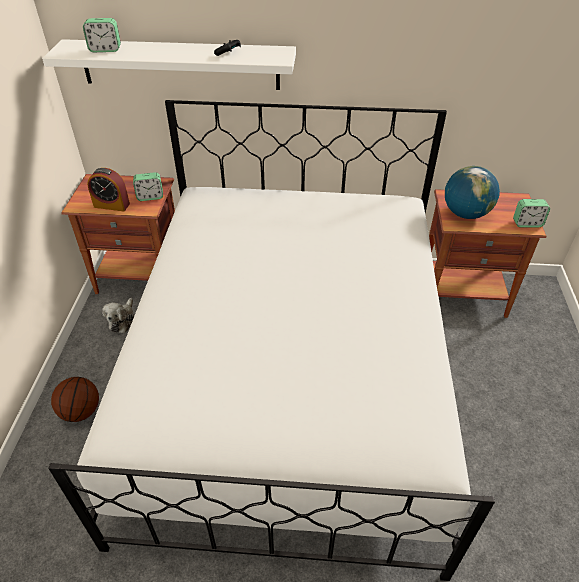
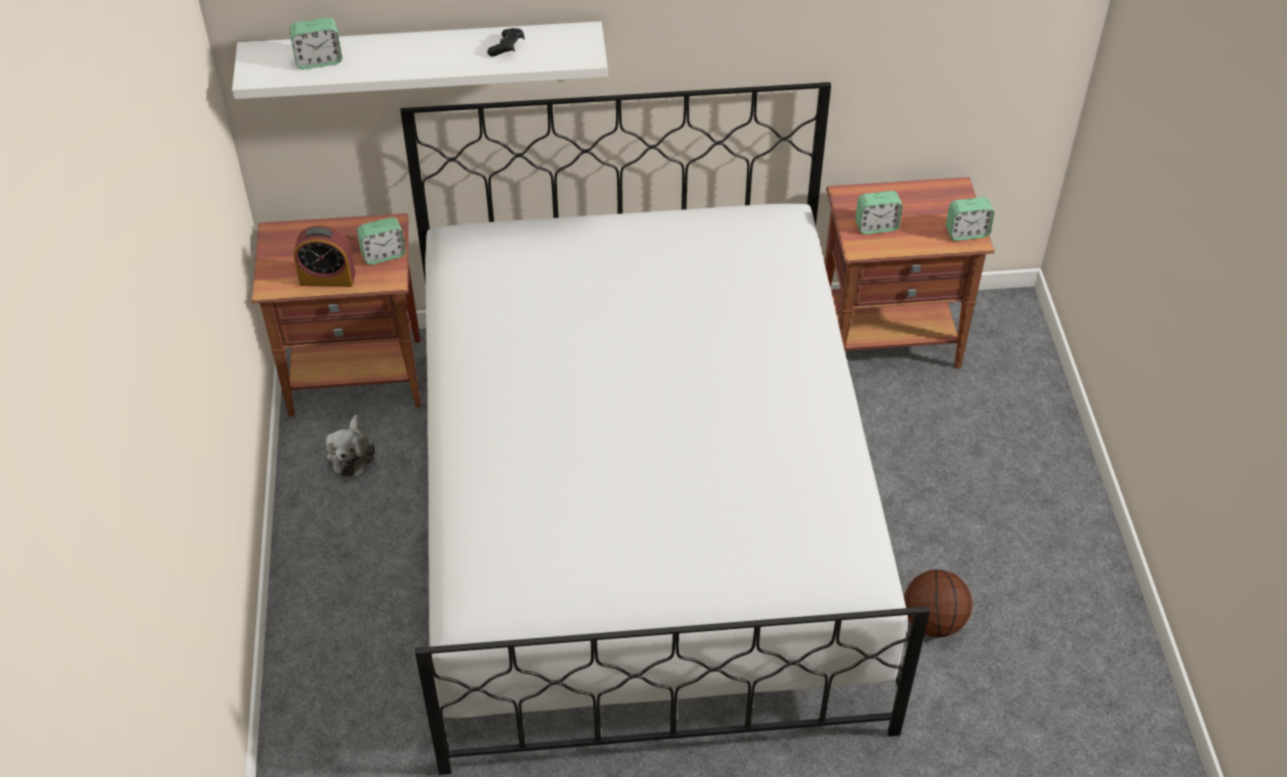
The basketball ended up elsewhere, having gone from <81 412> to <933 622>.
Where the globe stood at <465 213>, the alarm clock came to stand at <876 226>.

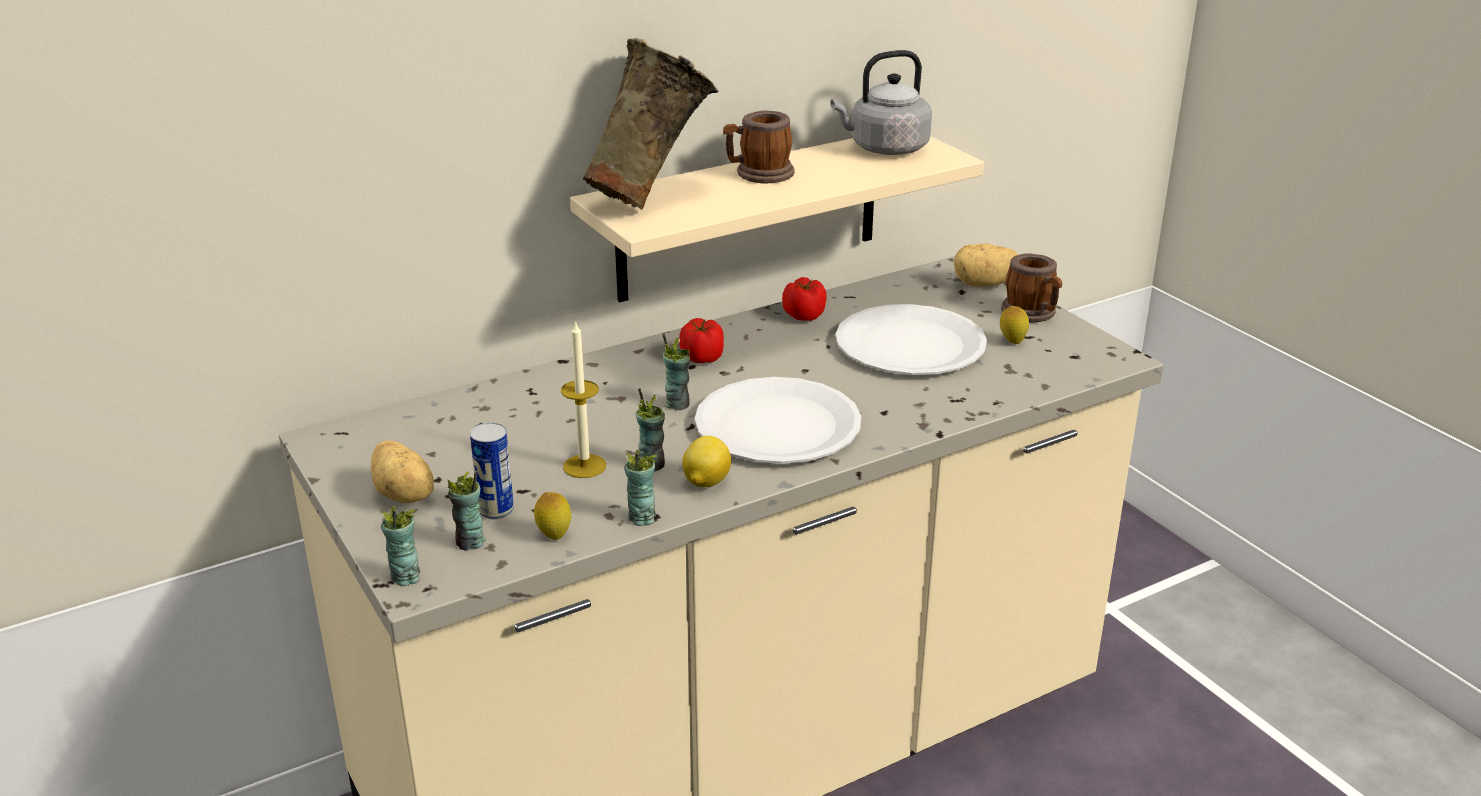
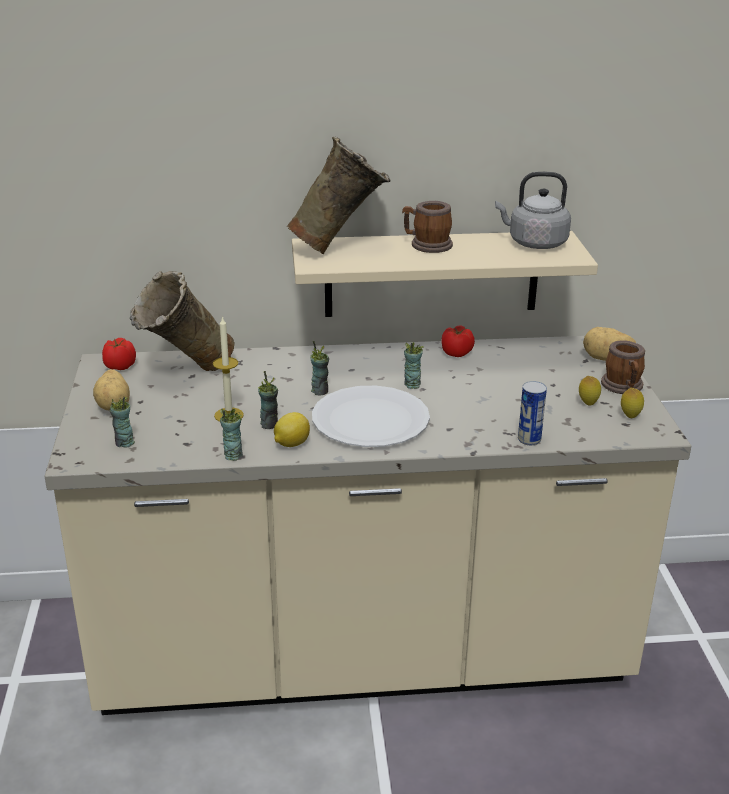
The cup ended up elsewhere, having gone from <405 577> to <412 384>.
The can ended up elsewhere, having gone from <496 510> to <529 439>.
The lemon ended up elsewhere, having gone from <554 536> to <630 416>.
The tomato ended up elsewhere, having gone from <701 358> to <119 366>.
The second view lost the plate/white at <909 344>.
The second view gained the vase/beige at <185 374>.

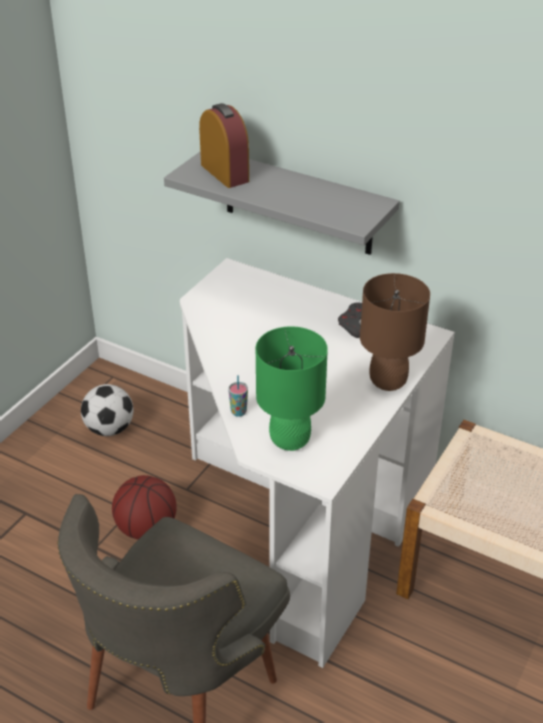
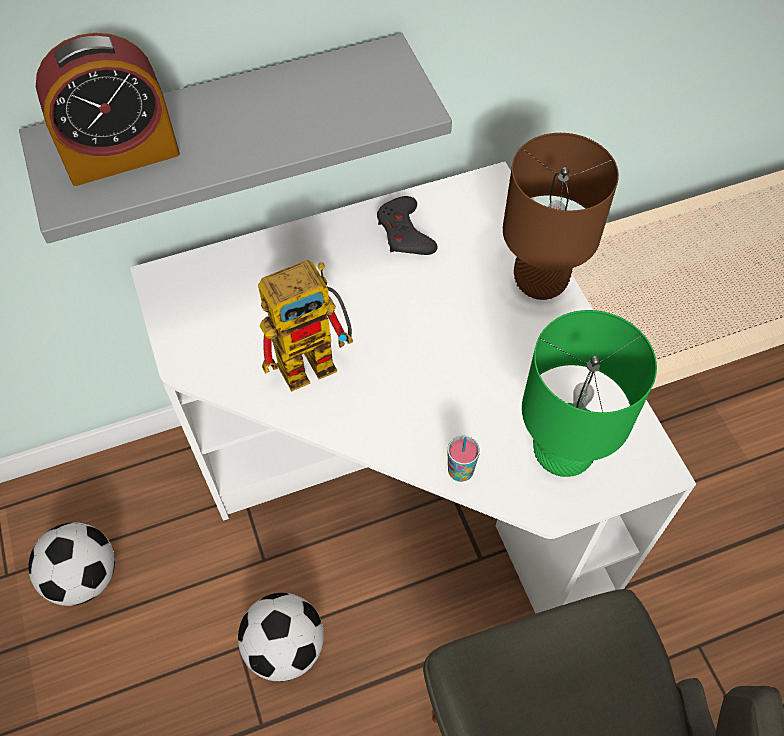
Where the basketball stood at <147 529>, the football came to stand at <285 647>.
The alarm clock at <224 173> ended up facing another way, 150 degrees clockwise from before.
The second view gained the toy robot at <316 357>.

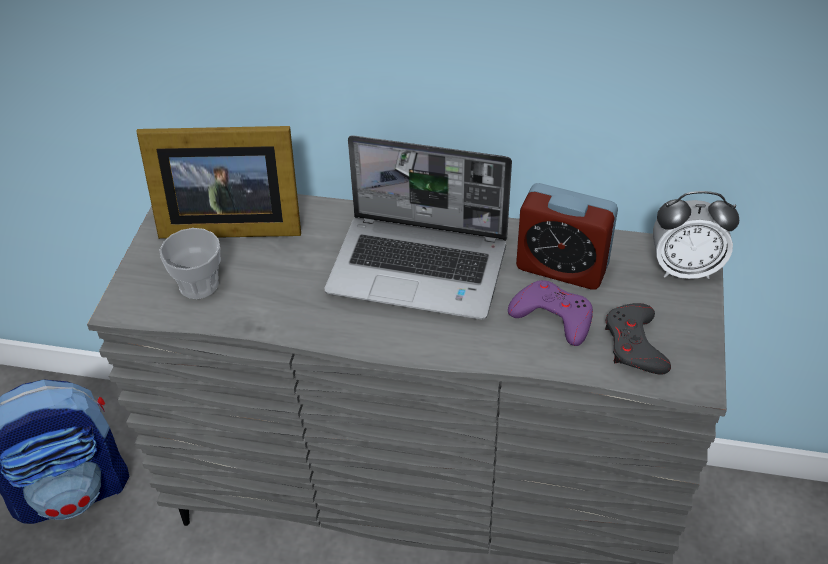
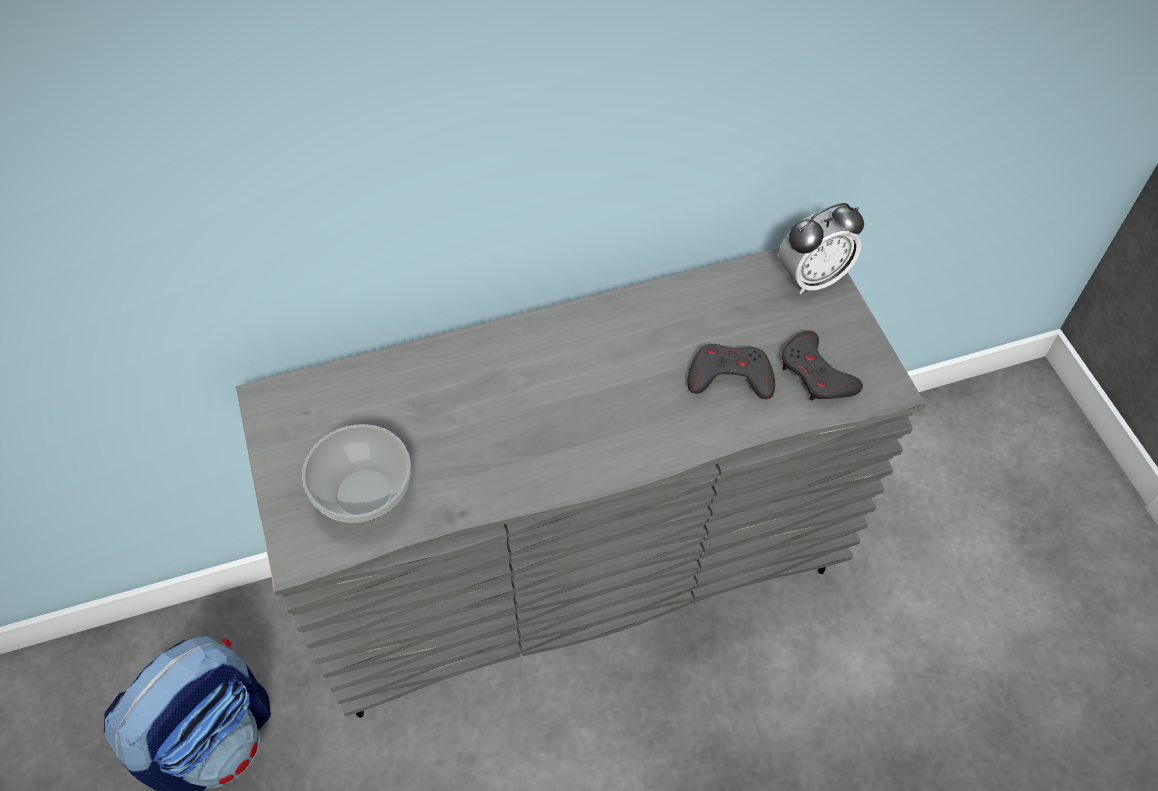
The second view lost the picture frame at <227 223>.
Where the cup stood at <199 284>, the bowl came to stand at <364 493>.
The second view lost the laptop at <420 268>.
What was the game controller/purple at <553 316> turned into the game controller/grey at <730 376>.
The second view lost the alarm clock at <562 267>.

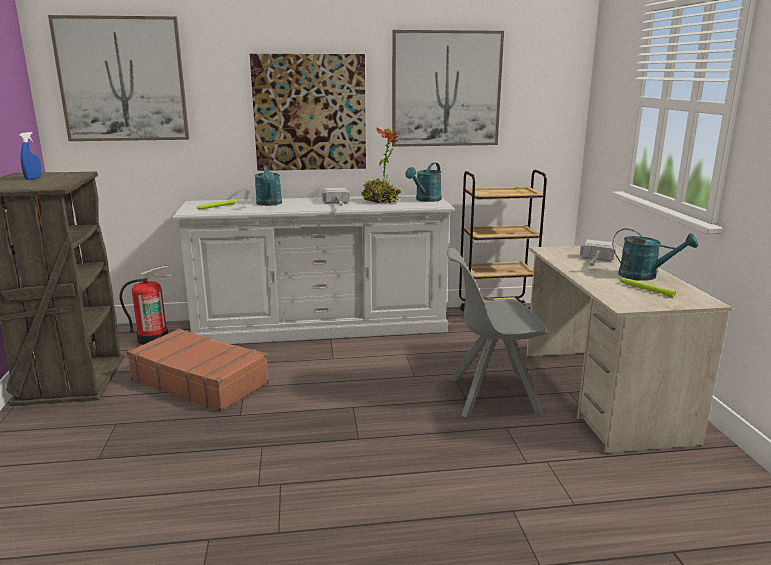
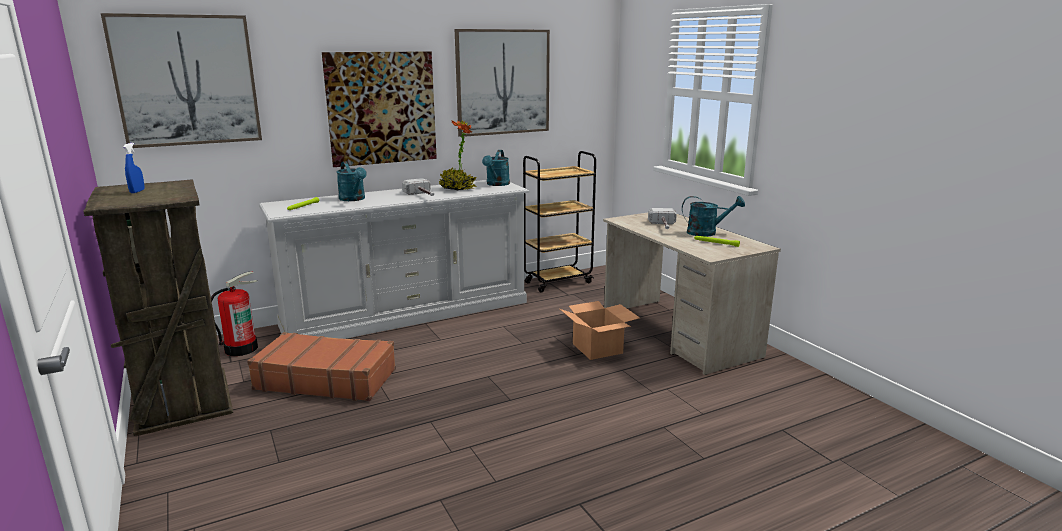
Where the chair/grey stood at <492 396>, the cardboard box came to stand at <596 348>.

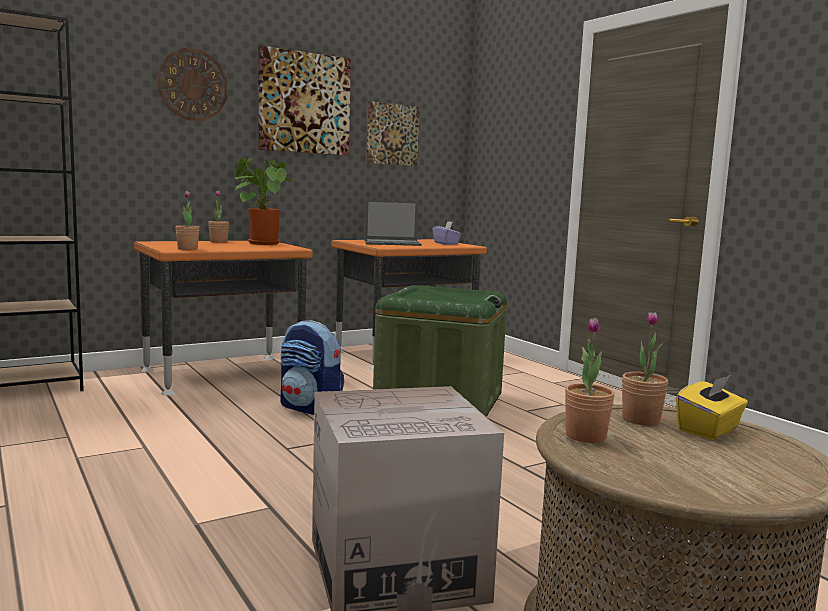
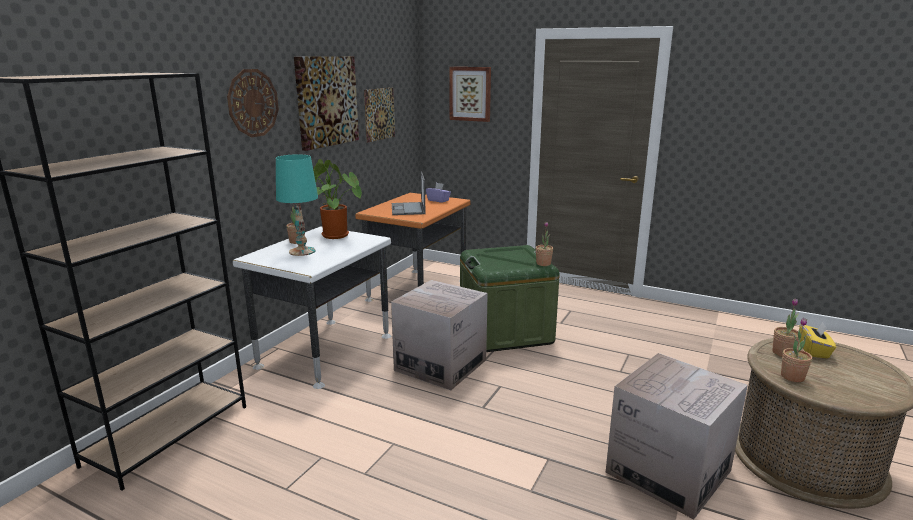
What was the desk/orange at <224 373> turned into the desk/white at <325 350>.
The potted plant ended up elsewhere, having gone from <187 249> to <543 264>.
Where the backpack stood at <311 408>, the cardboard box came to stand at <440 365>.
The laptop at <393 243> ended up facing another way, 120 degrees clockwise from before.
The second view gained the table lamp/turquoise at <302 251>.
The second view gained the picture at <470 94>.

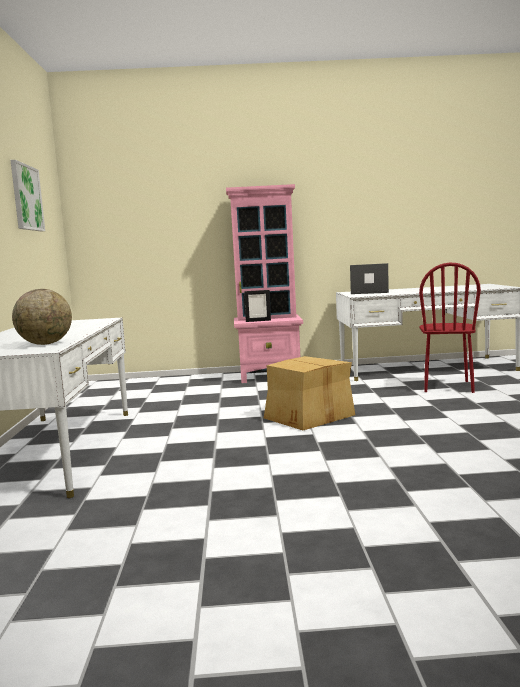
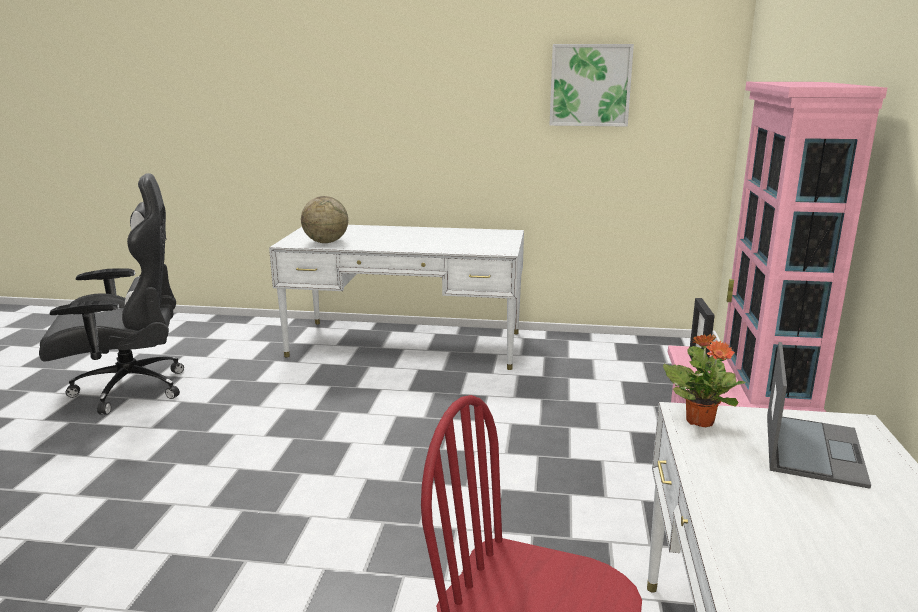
The second view lost the cardboard box at <308 416>.
The second view gained the office chair/black at <123 390>.
The second view gained the potted plant at <699 420>.

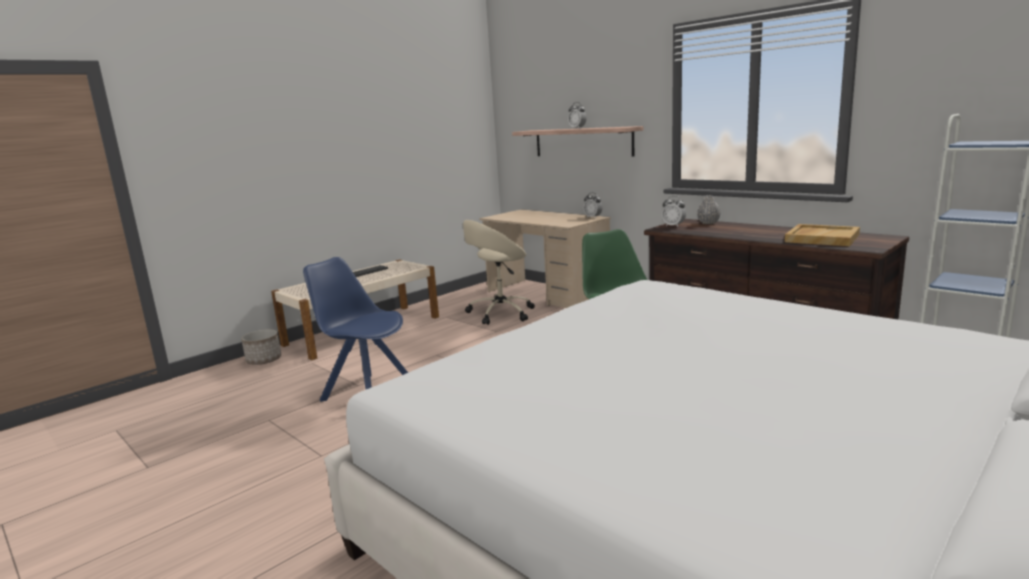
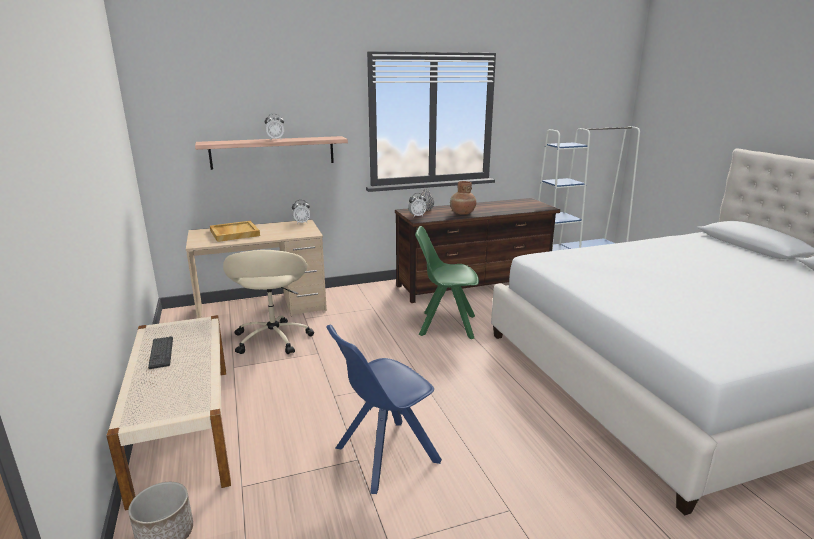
The tray/beige ended up elsewhere, having gone from <821 238> to <234 233>.
The second view gained the vase/brown at <462 213>.

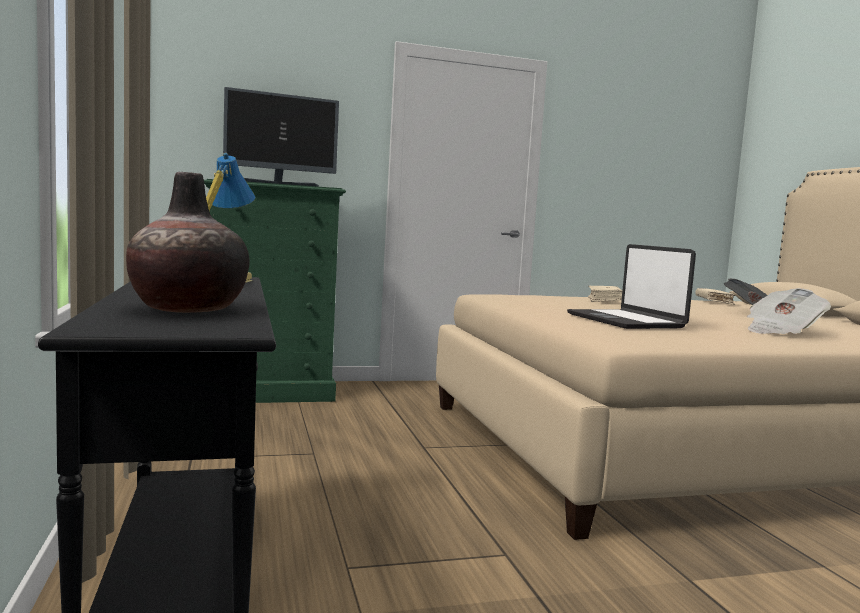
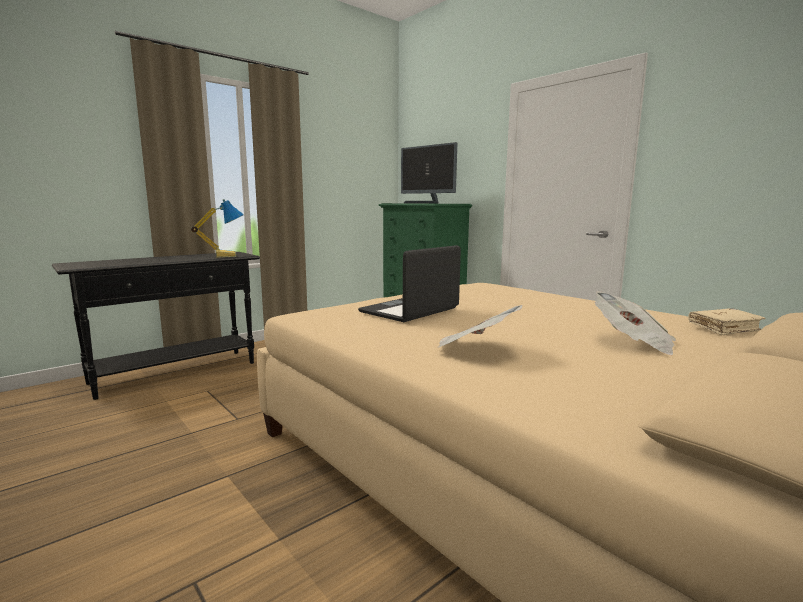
The second view lost the vase at <188 309>.
The second view lost the book/beige at <604 300>.

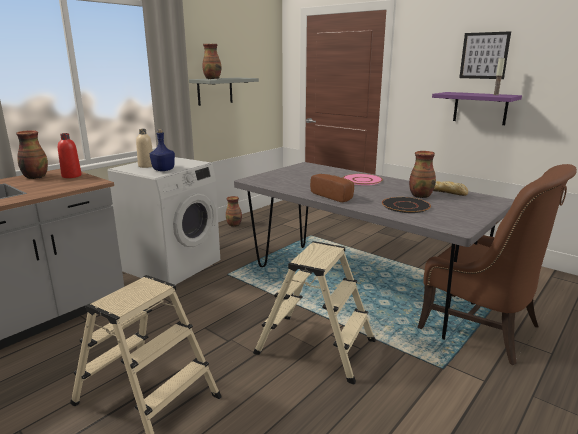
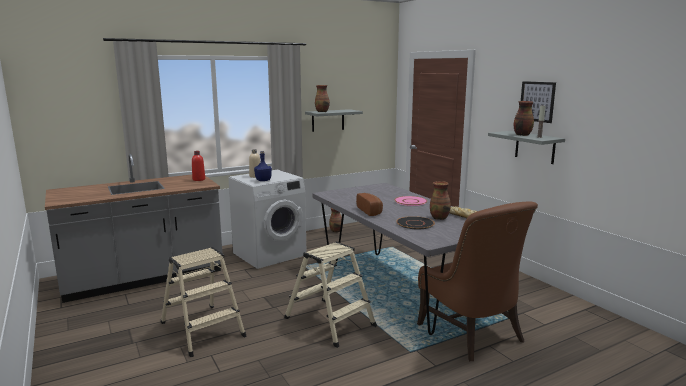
The vase ended up elsewhere, having gone from <35 177> to <522 135>.
What was the shelf/purple at <480 108> turned into the shelf/grey at <535 147>.

